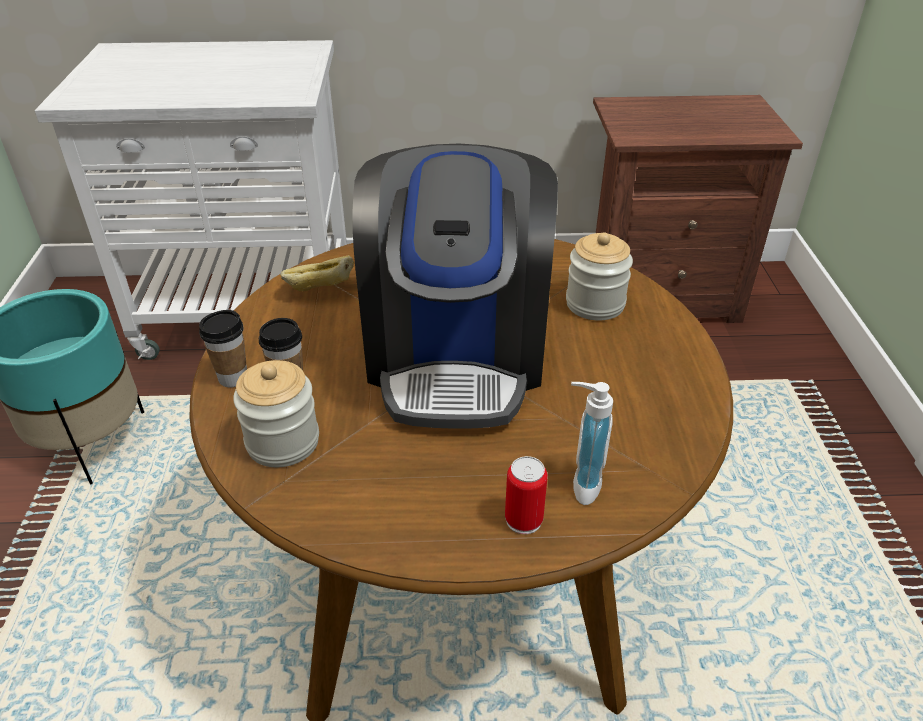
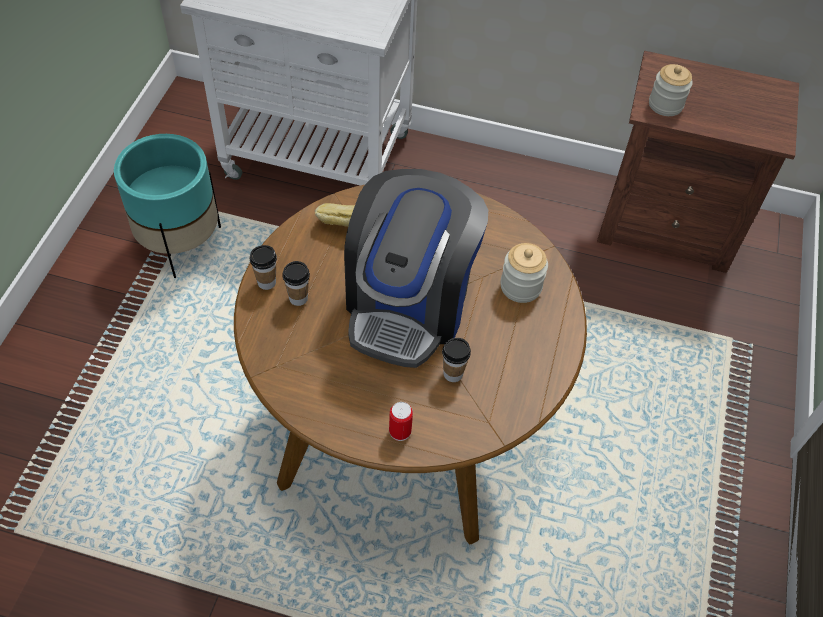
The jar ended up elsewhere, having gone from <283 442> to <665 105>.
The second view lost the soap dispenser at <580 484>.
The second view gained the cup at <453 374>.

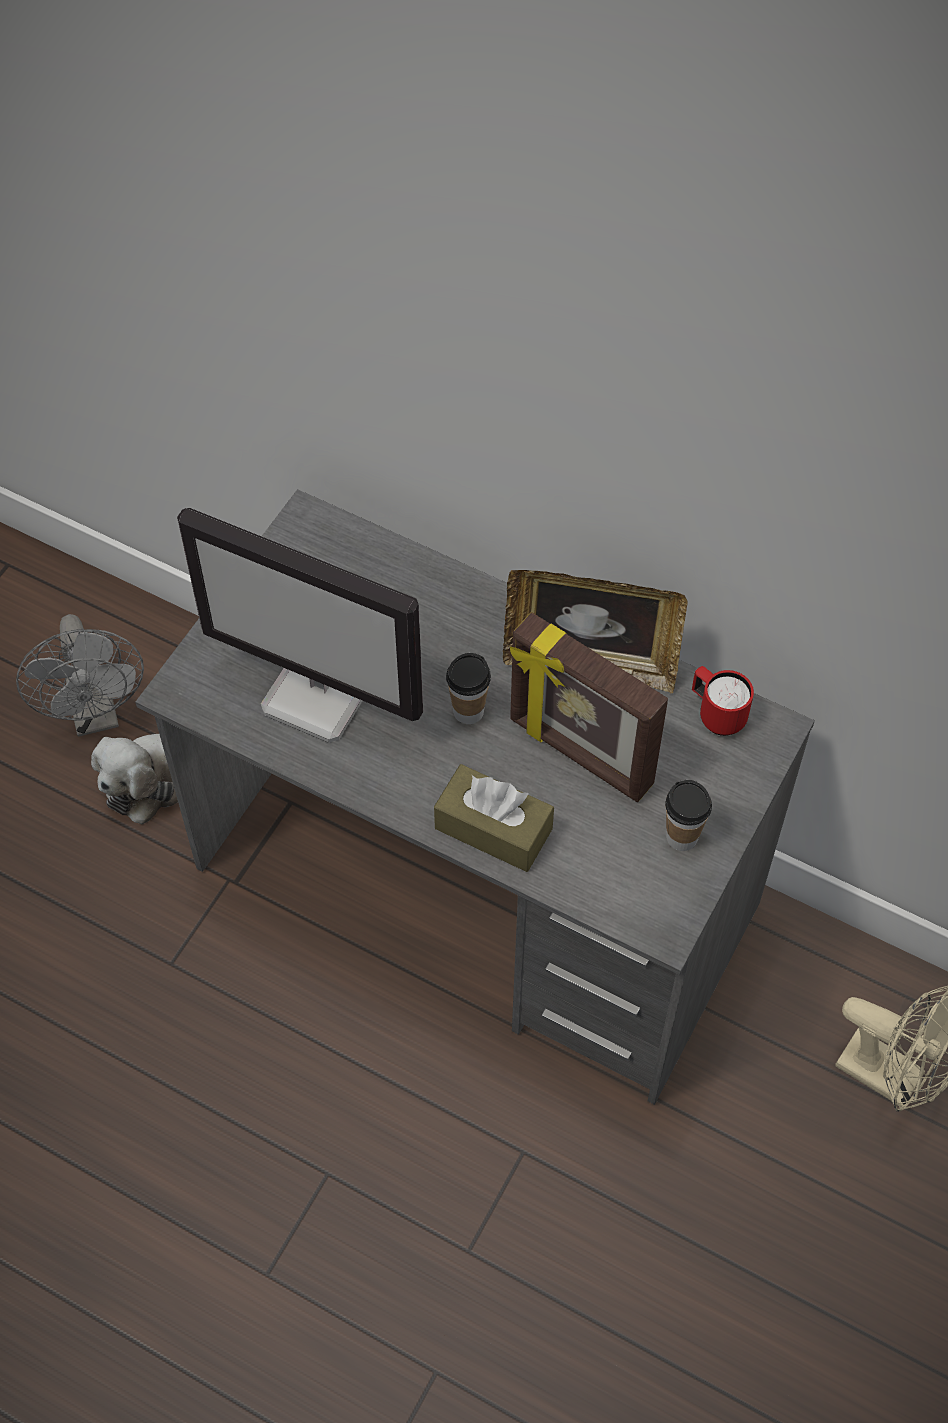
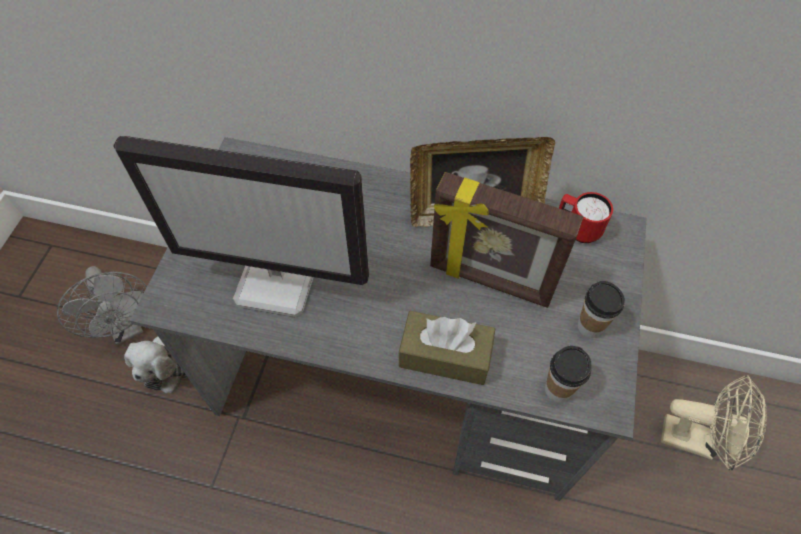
The cup ended up elsewhere, having gone from <468 711> to <558 389>.

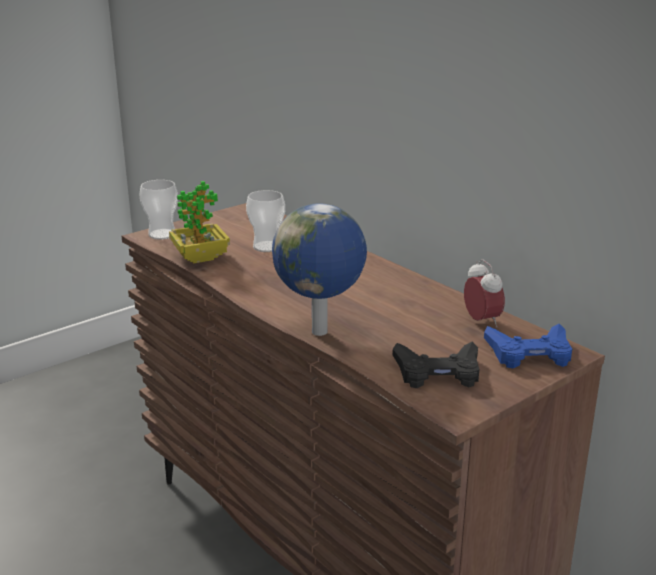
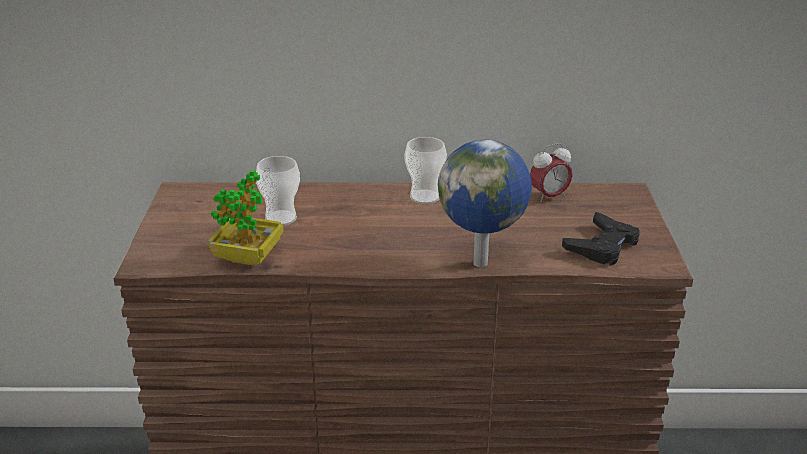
The cup ended up elsewhere, having gone from <162 234> to <425 197>.
The alarm clock at <482 321> ended up facing another way, 135 degrees clockwise from before.
The second view lost the game controller/blue at <529 353>.

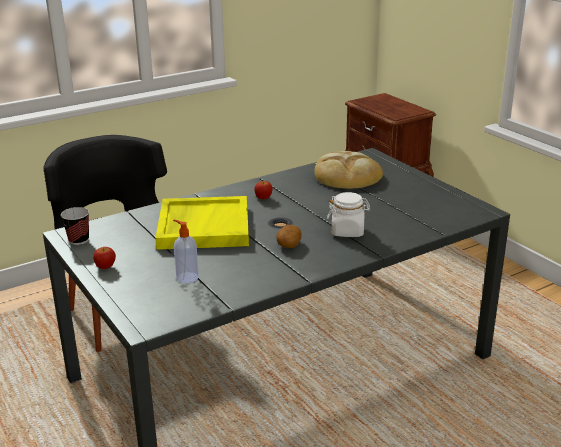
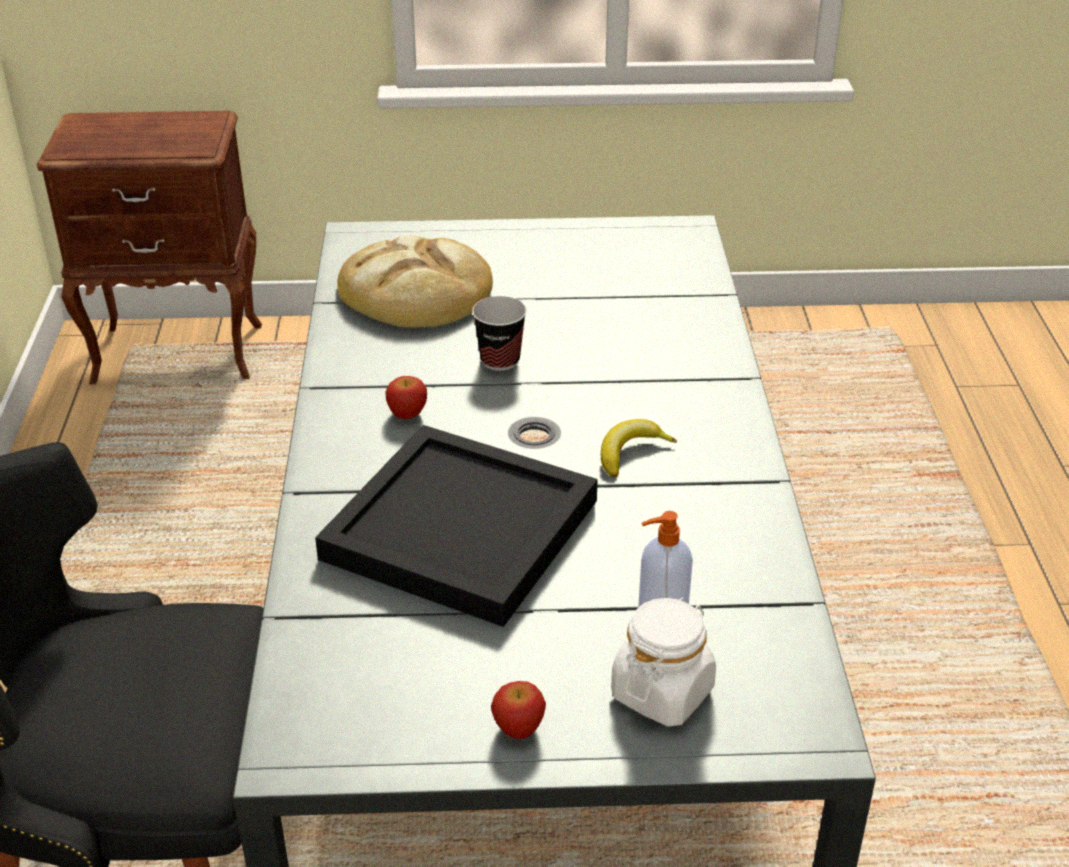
The cup ended up elsewhere, having gone from <78 240> to <500 360>.
What was the tray/yellow at <203 226> turned into the tray/black at <457 530>.
Where the potato stood at <288 244>, the banana came to stand at <630 453>.
The jar/white ended up elsewhere, having gone from <348 231> to <662 692>.

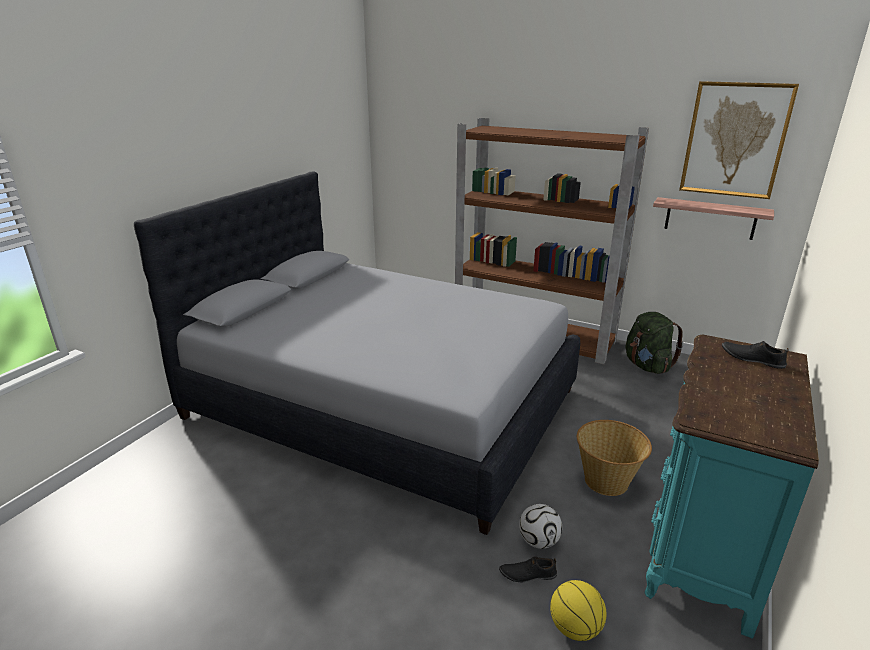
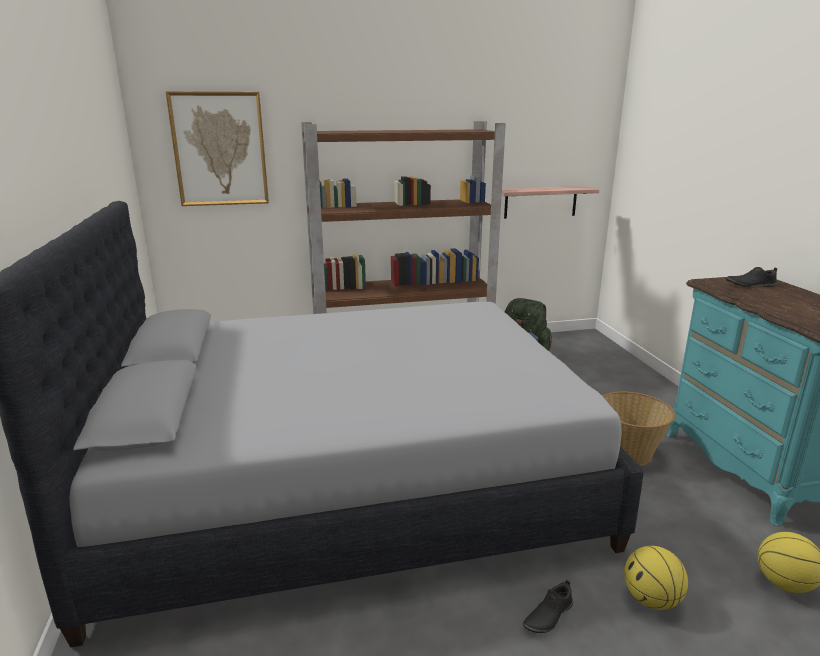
The shoe/black ended up elsewhere, having gone from <527 574> to <548 615>.
The second view lost the football at <539 541>.
The picture ended up elsewhere, having gone from <735 140> to <220 149>.
The second view gained the basketball at <651 600>.

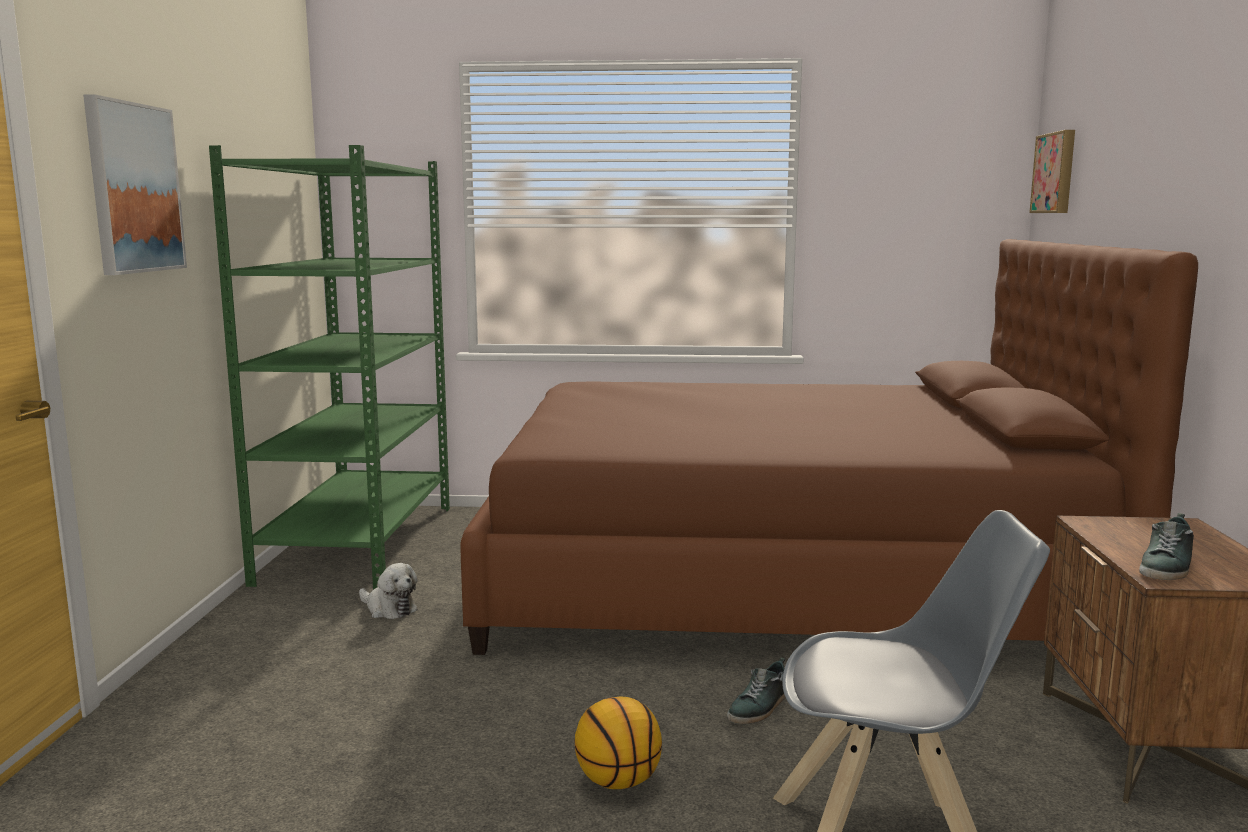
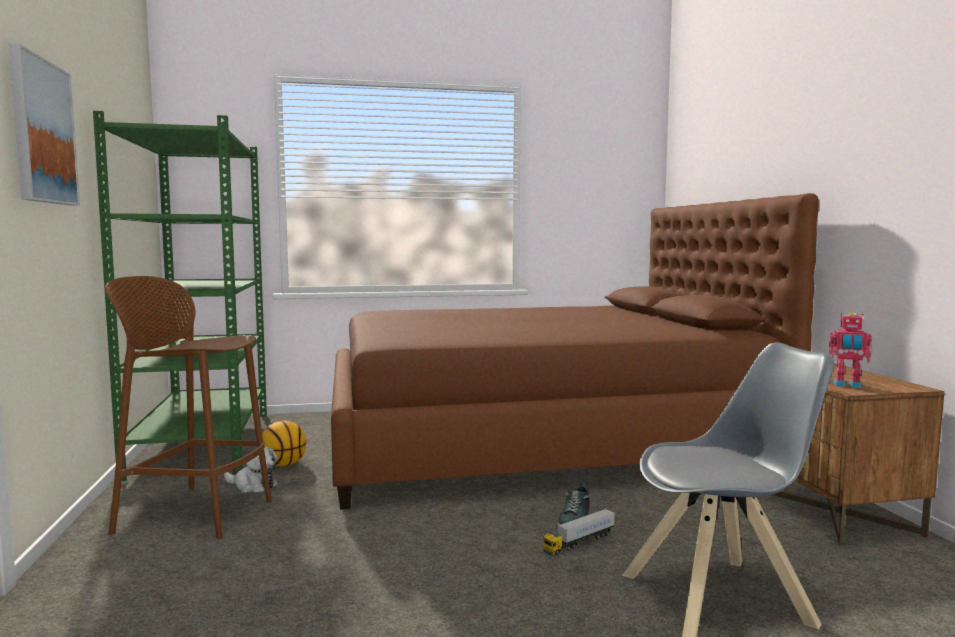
The basketball ended up elsewhere, having gone from <618 781> to <284 465>.
The second view lost the picture at <1056 173>.
Where the shoe stood at <1167 567>, the toy robot came to stand at <847 385>.
The second view gained the stool/brown at <196 513>.
The second view gained the toy truck at <579 542>.

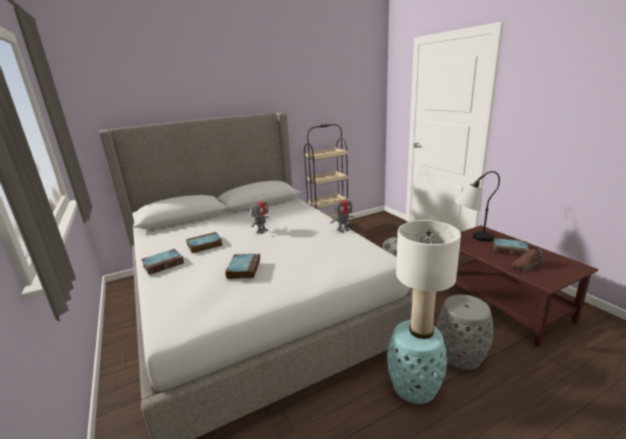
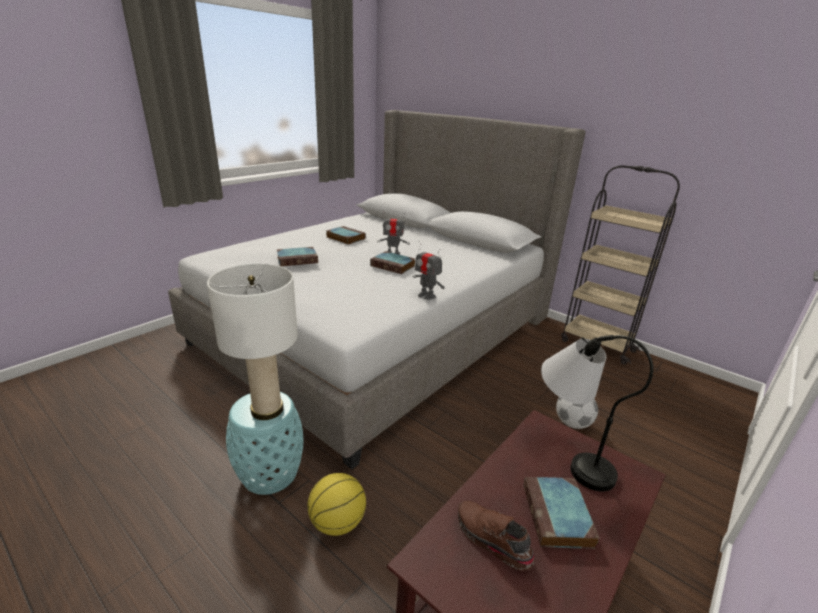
The book ended up elsewhere, having gone from <164 264> to <393 266>.
Where the stool/grey stood at <460 356>, the basketball came to stand at <337 523>.

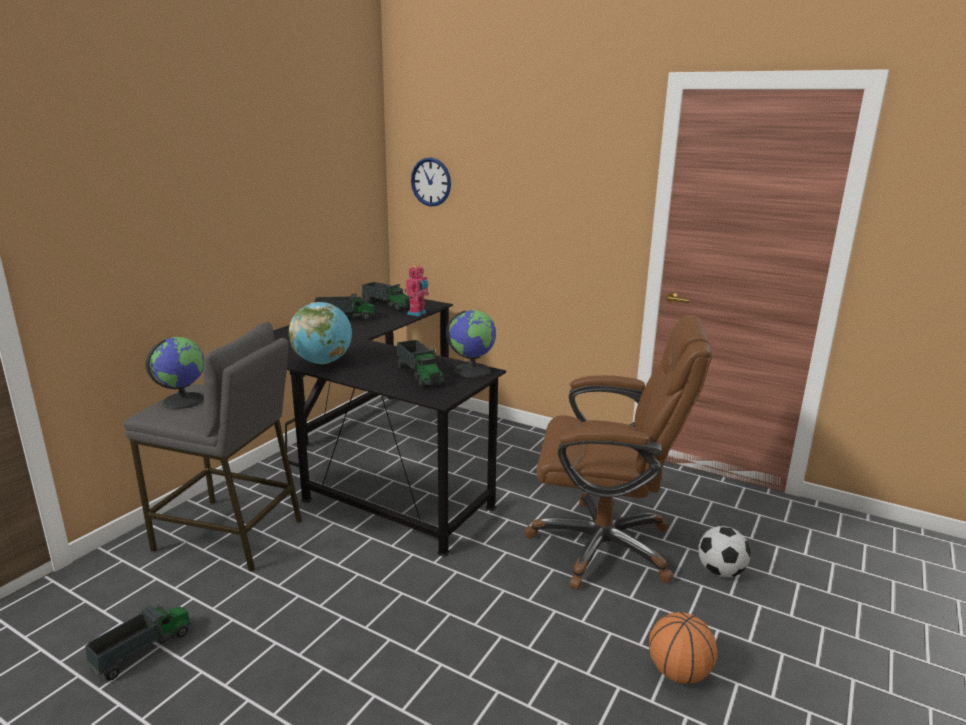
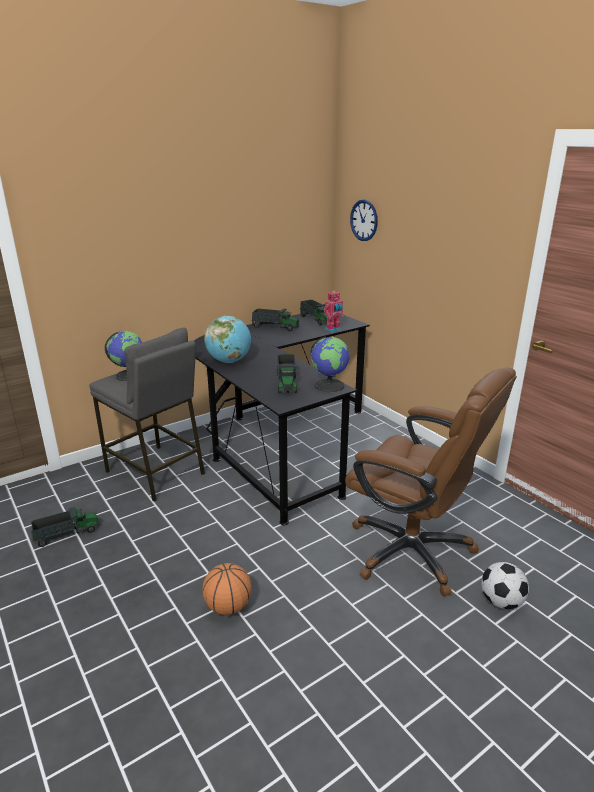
The basketball ended up elsewhere, having gone from <678 673> to <228 607>.

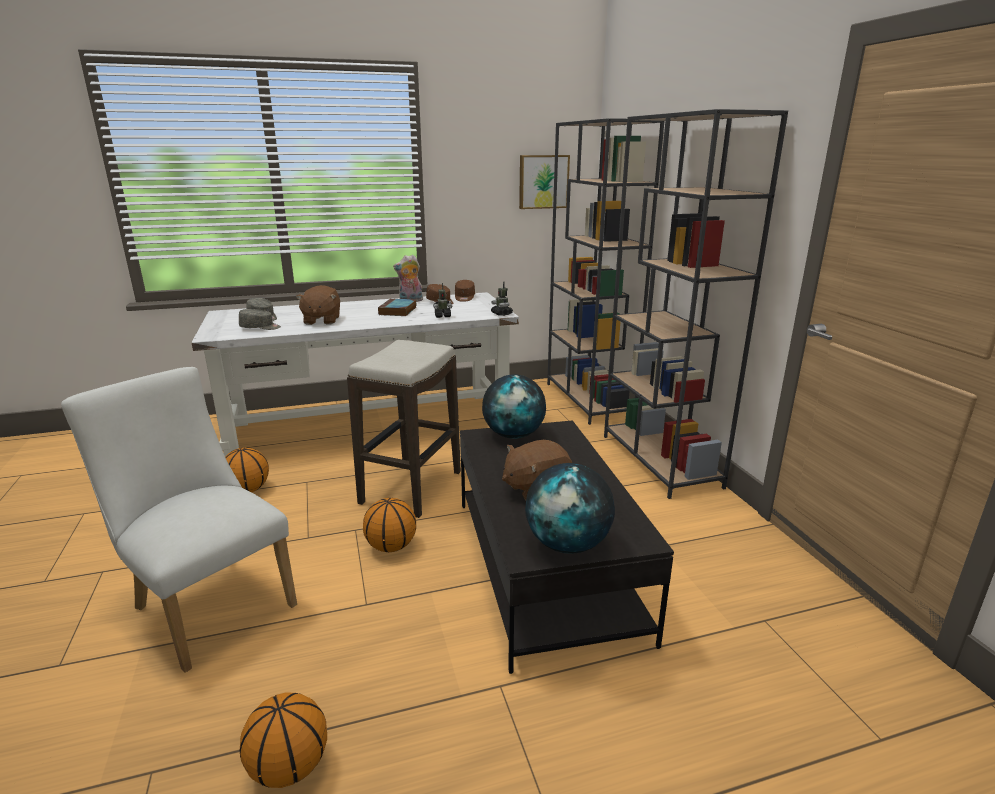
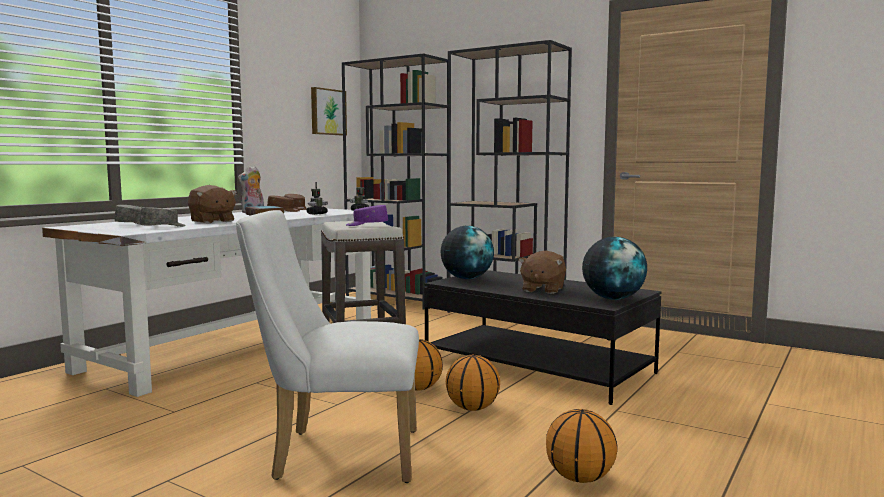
The basketball ended up elsewhere, having gone from <247 489> to <472 408>.
The second view gained the cap/purple at <367 225>.

